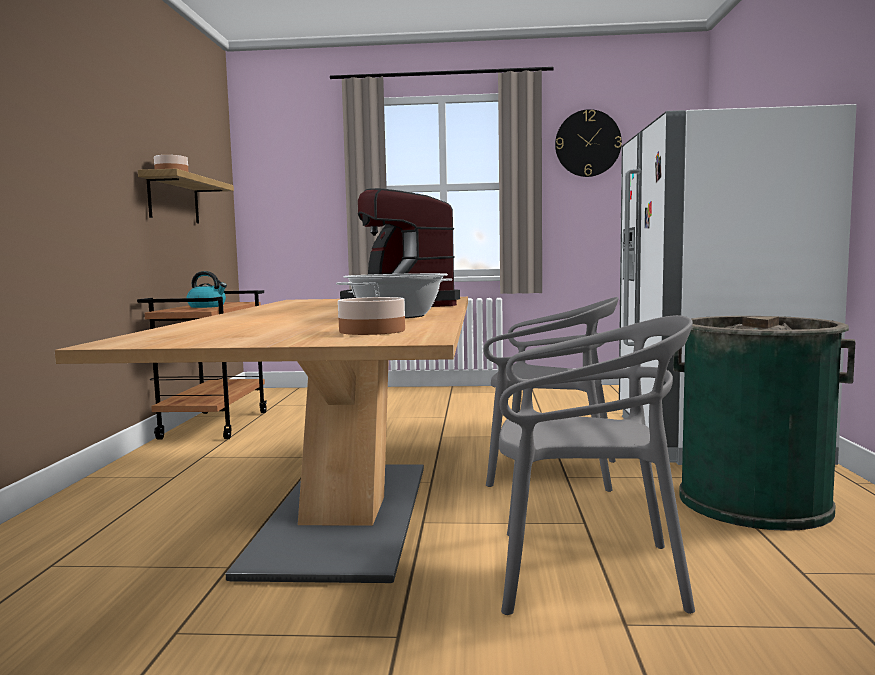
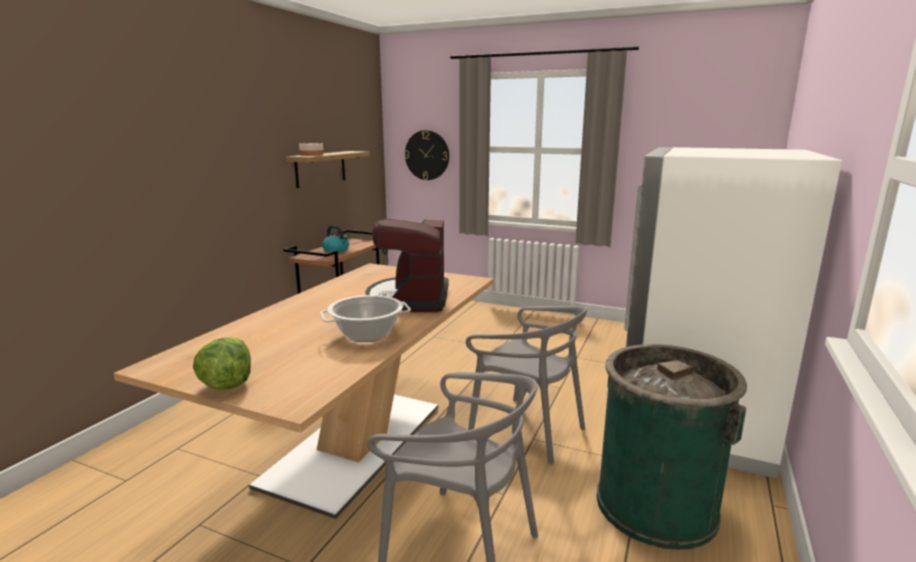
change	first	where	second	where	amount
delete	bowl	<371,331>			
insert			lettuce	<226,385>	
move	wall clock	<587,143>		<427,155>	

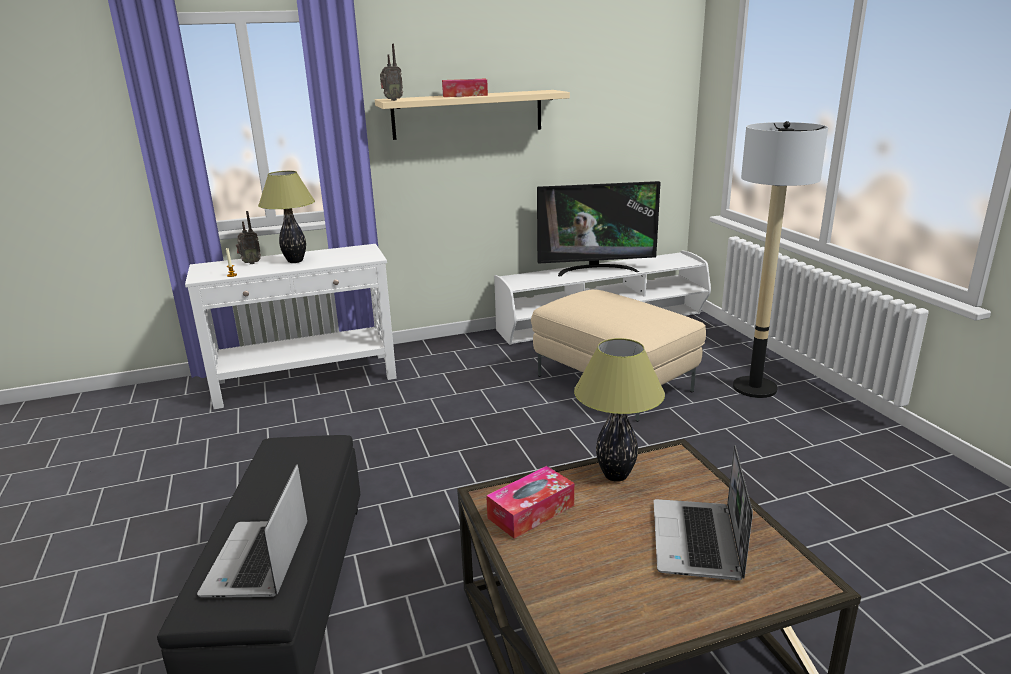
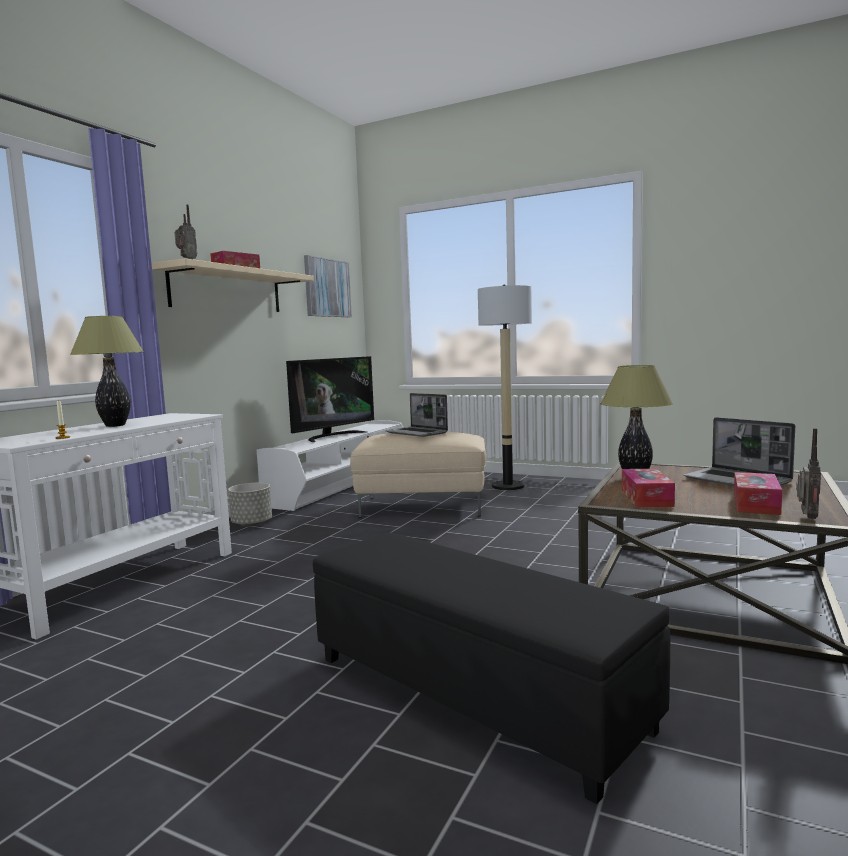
change	first	where	second	where	amount
insert			grey planter	<251,524>	
insert			picture	<327,288>	
insert			tissue box	<756,504>	
move	laptop	<259,561>		<417,433>	
move	radio	<250,263>		<806,518>	

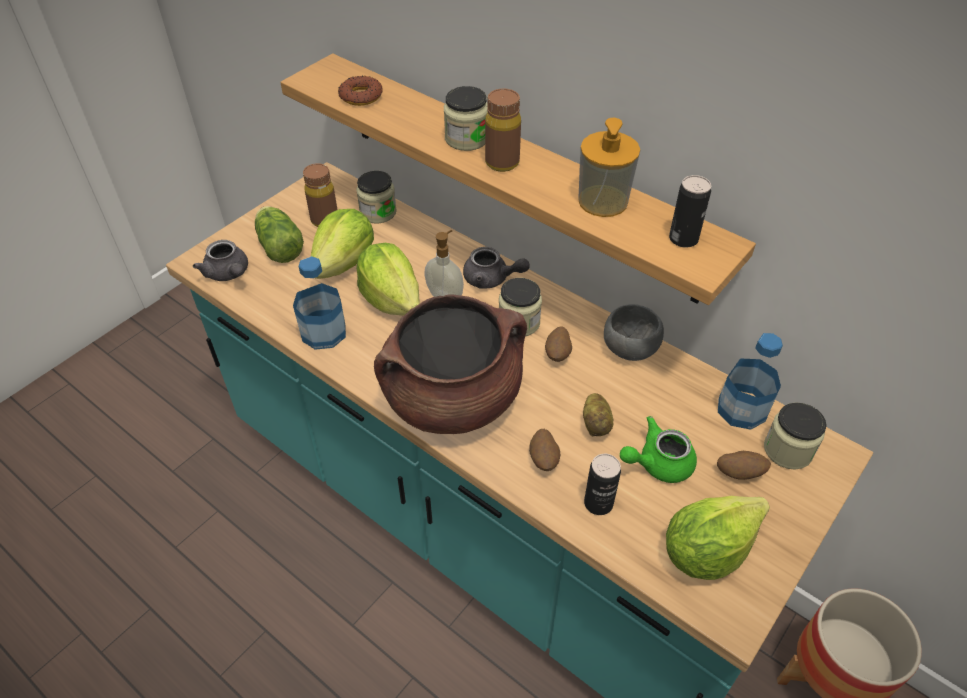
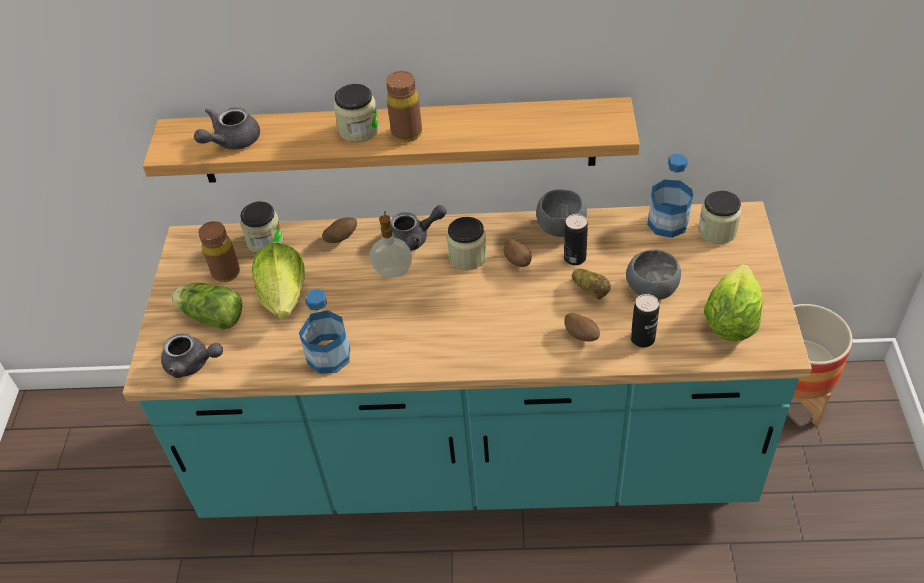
change	first	where	second	where	amount
delete	lettuce	<391,299>			
delete	brown cooking pot	<452,398>			
delete	soap dispenser	<603,201>			
move	can	<683,239>		<574,258>	
move	potato	<739,473>		<341,238>	
replace	donut	<361,96>	grey teapot	<231,141>	
replace	green teapot	<657,463>	grey bowl	<652,290>	

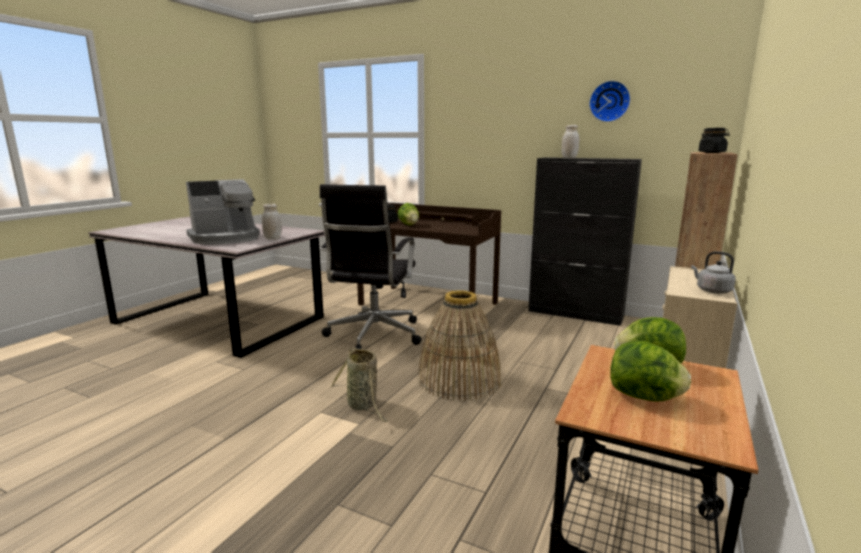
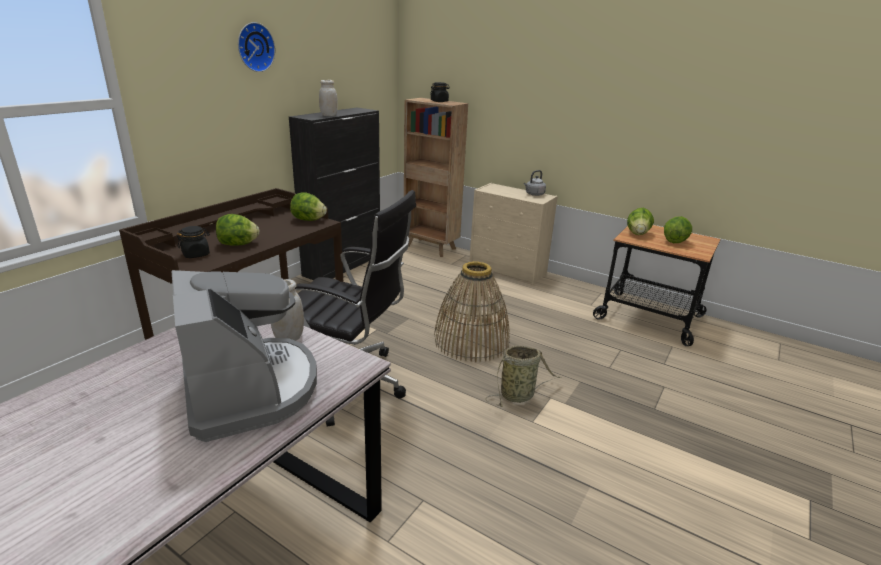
change	first	where	second	where	amount
insert			lettuce	<308,220>	
move	wall clock	<610,101>		<254,47>	

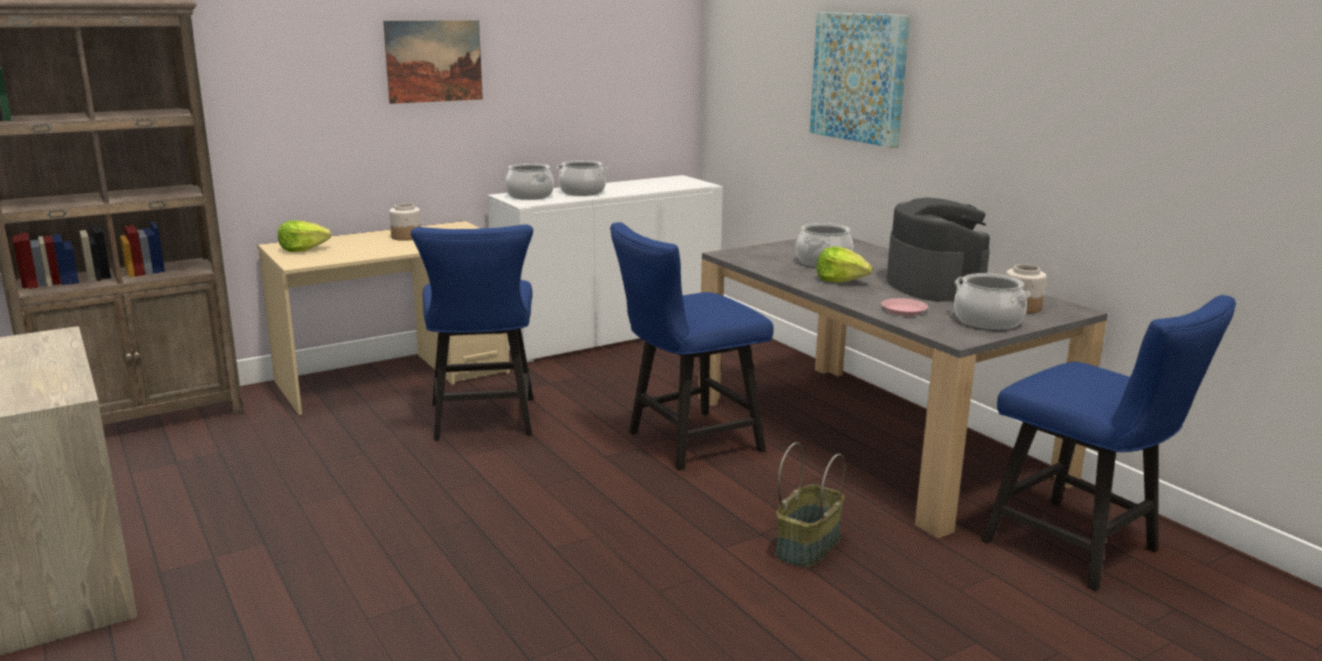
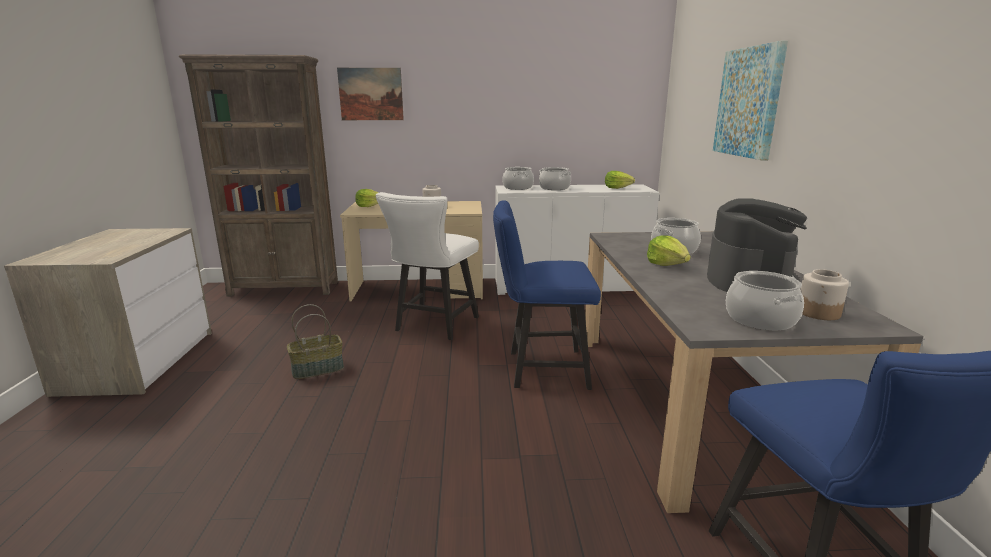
change	first	where	second	where	amount
delete	pink plate	<903,310>			
insert			lettuce	<617,188>	
move	picture	<434,61>		<371,94>	
move	basket	<807,546>		<318,369>	
recolor	blue chair	<483,422>	white chair	<433,326>	

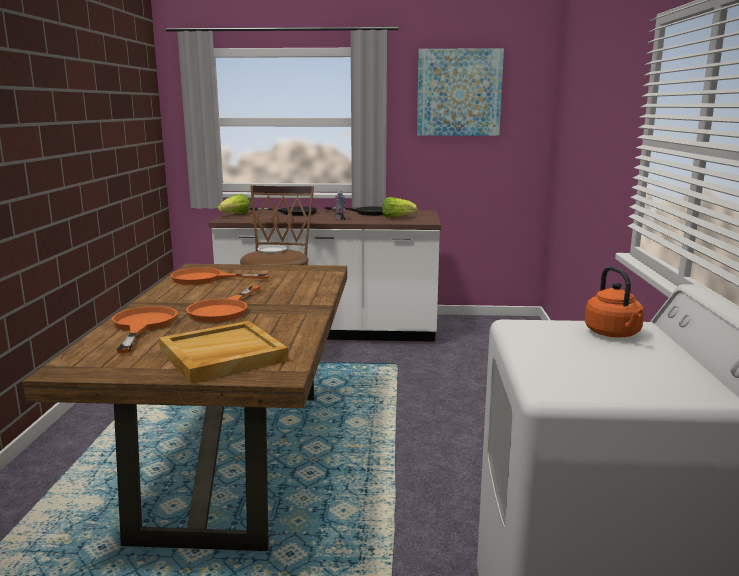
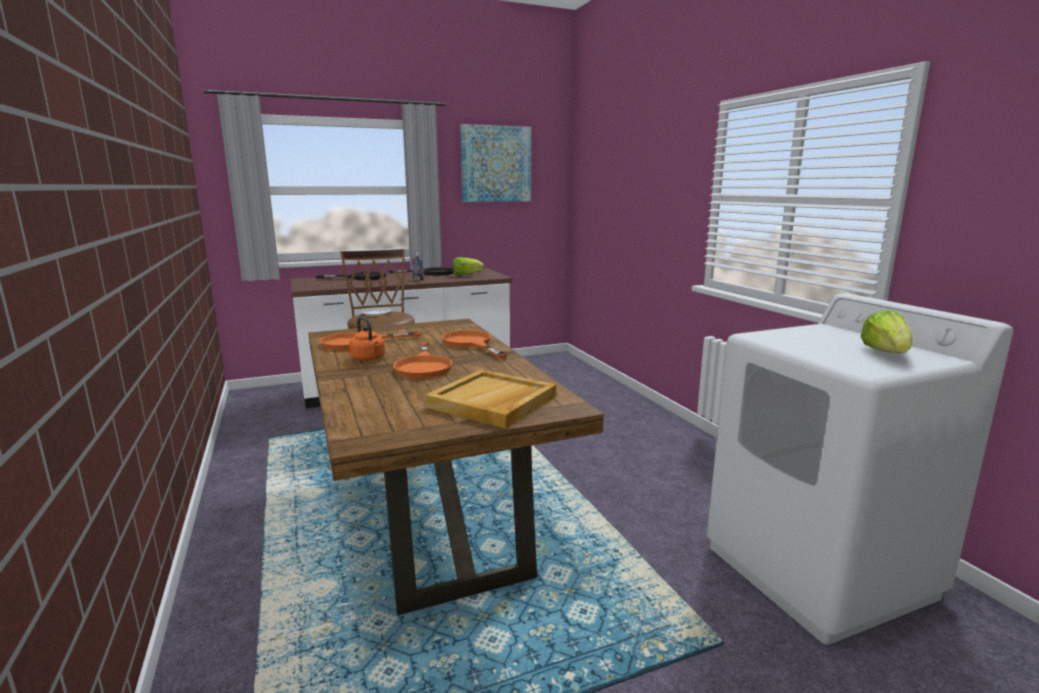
change	first	where	second	where	amount
move	orange frying pan	<142,326>		<470,344>	
move	lettuce	<235,214>		<885,353>	
move	orange kettle	<614,334>		<369,359>	

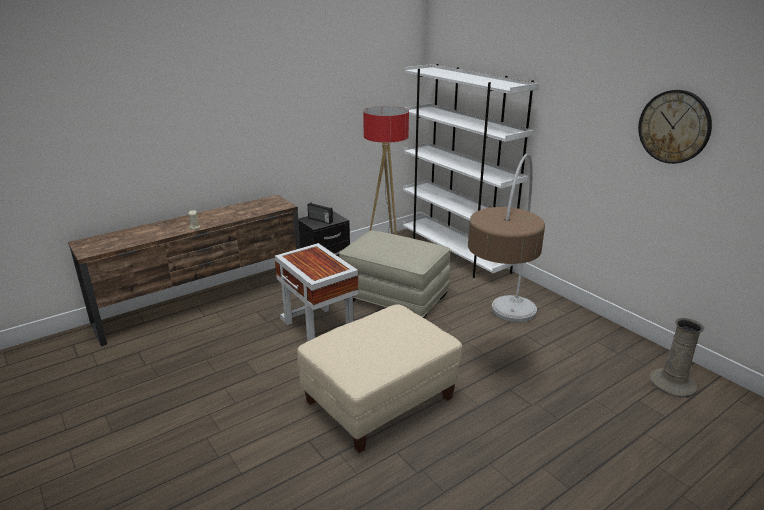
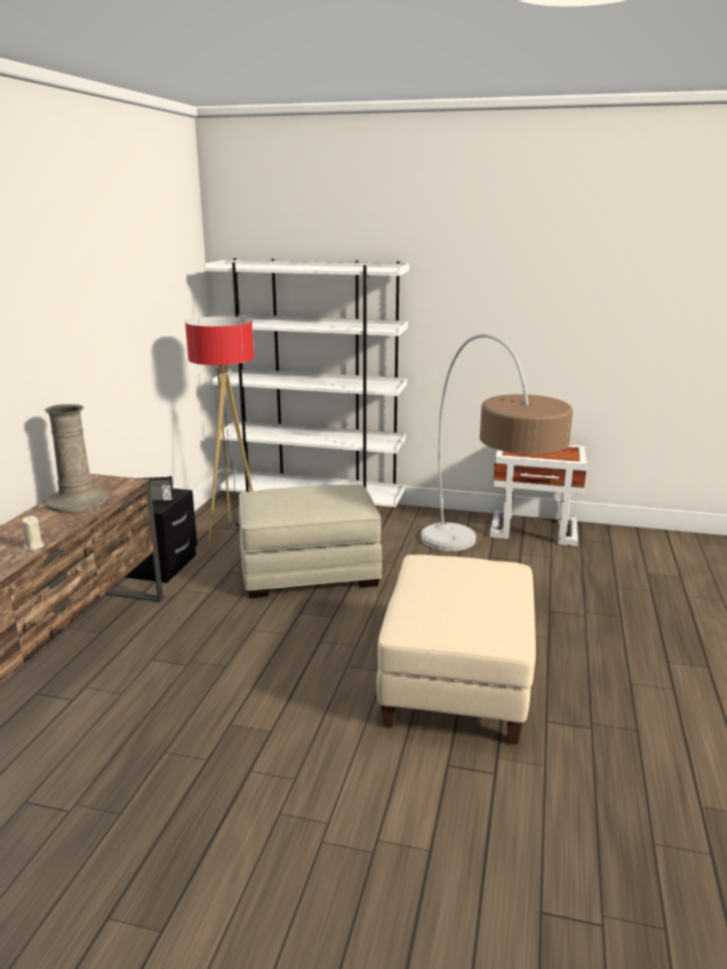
change	first	where	second	where	amount
delete	wall clock	<674,127>			
move	white side table	<319,327>		<535,530>	
move	beige vase	<672,384>		<77,501>	

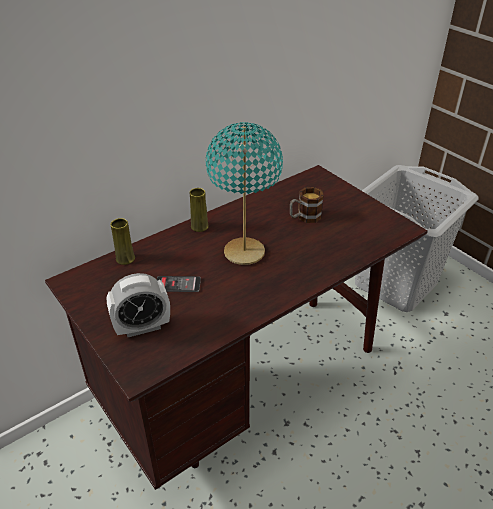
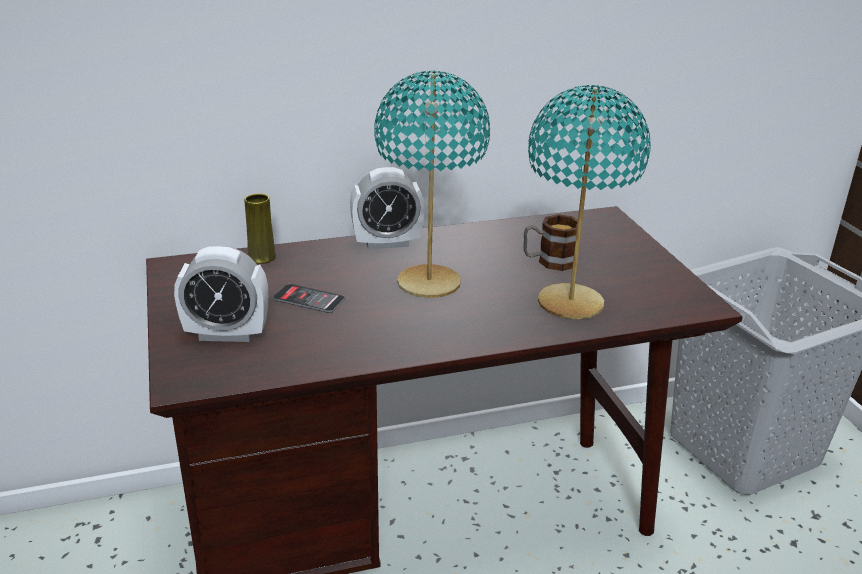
change	first	where	second	where	amount
insert			turquoise table lamp	<571,303>	
replace	yellow vase	<199,226>	alarm clock	<387,243>	

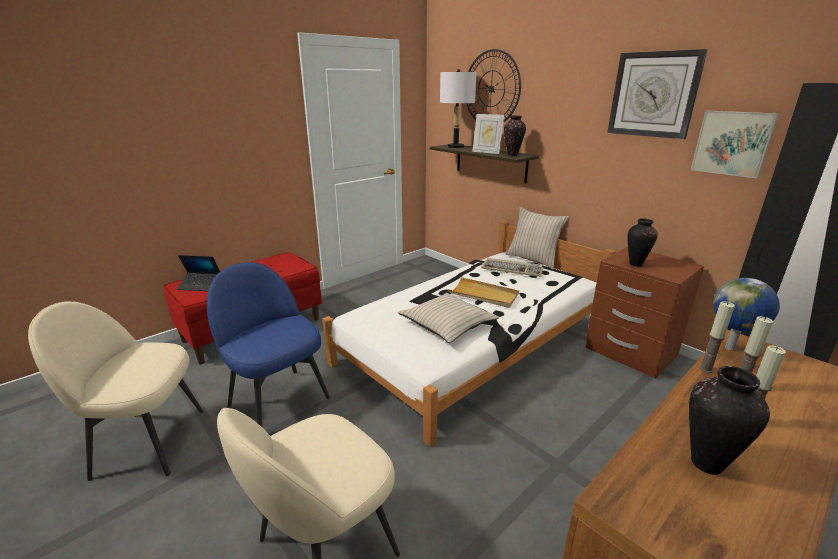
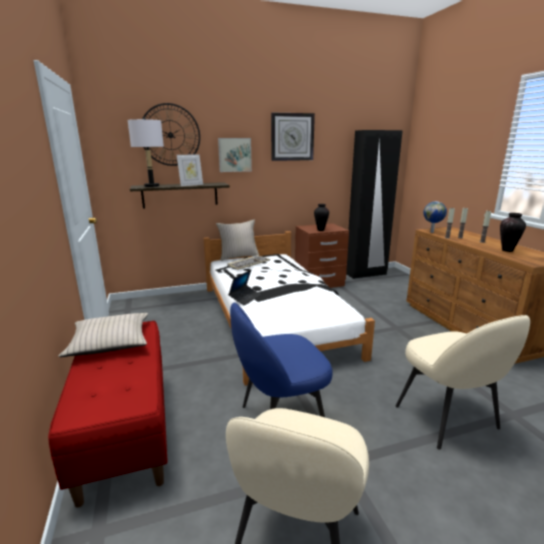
change	first	where	second	where	amount
delete	beige tray	<483,295>			
delete	vase	<513,155>			
move	laptop	<200,285>		<245,298>	
move	beige pillow	<447,324>		<110,342>	
move	picture	<732,143>		<234,155>	

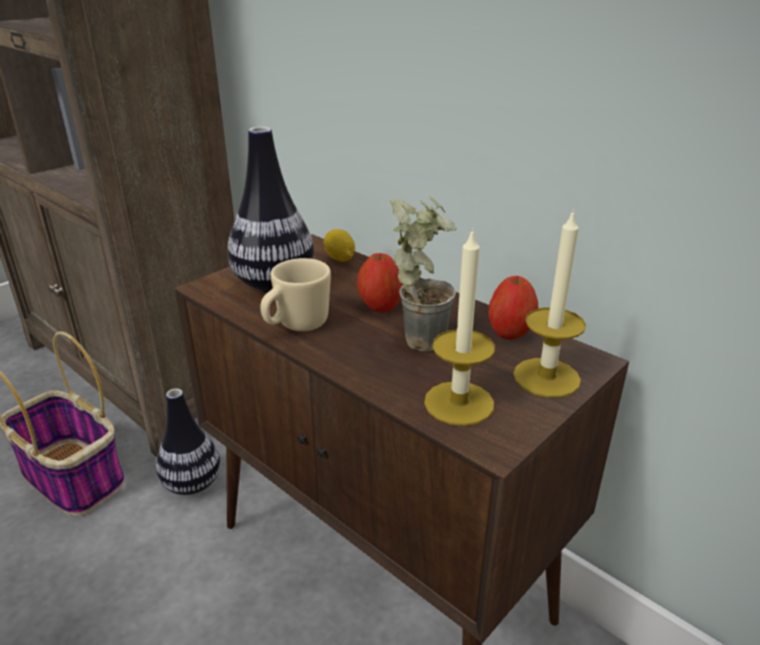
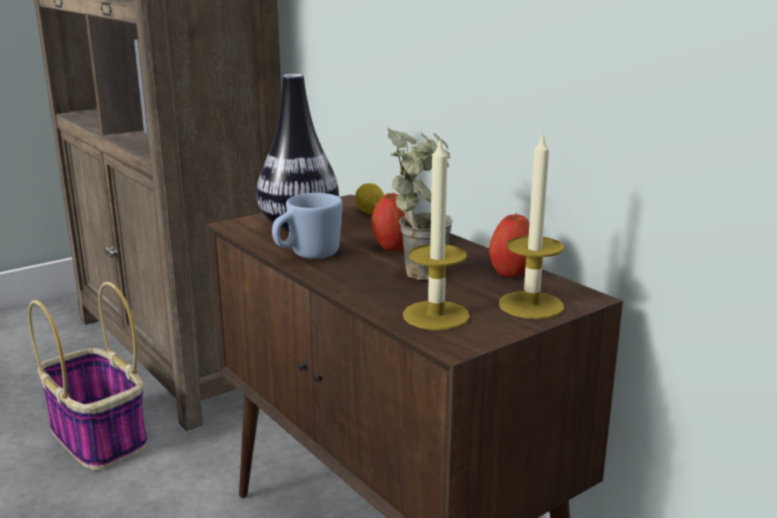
change	first	where	second	where	amount
delete	vase	<192,484>			
recolor	beige mug	<296,326>	blue mug	<307,255>	

